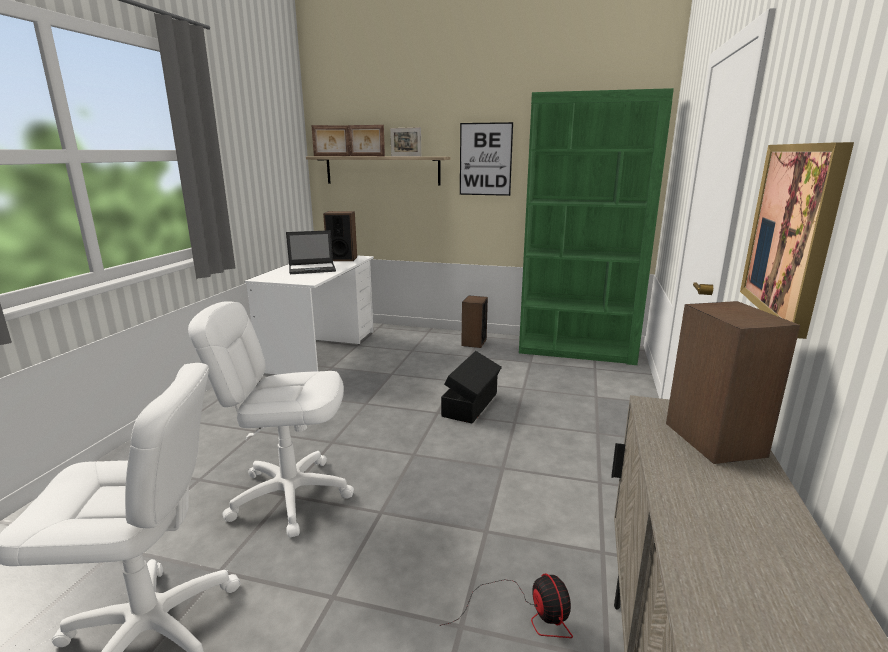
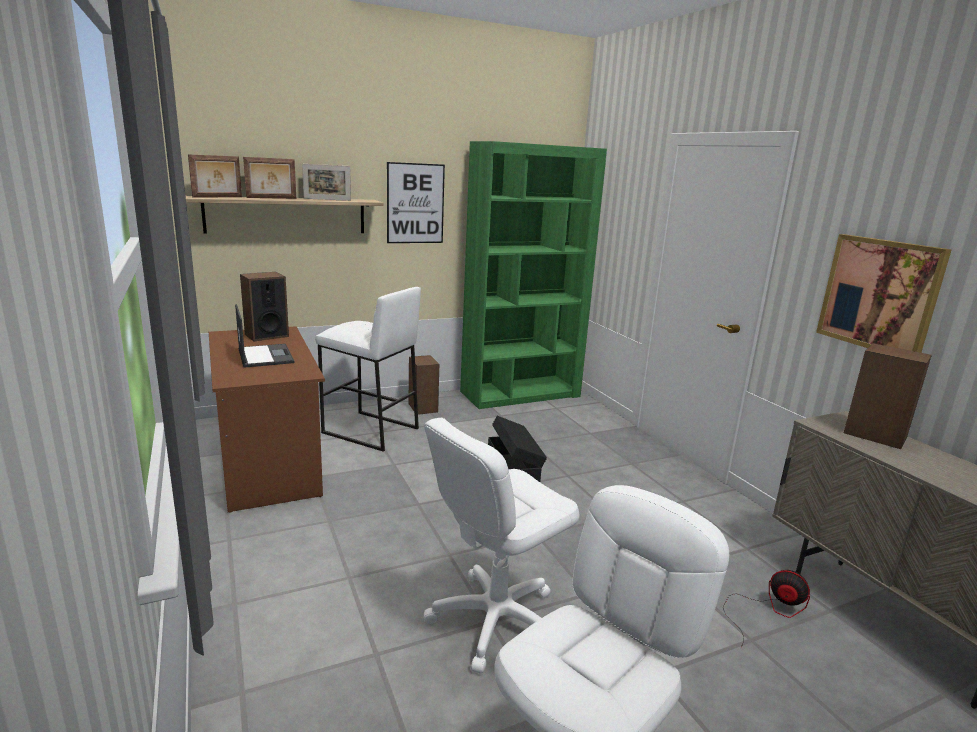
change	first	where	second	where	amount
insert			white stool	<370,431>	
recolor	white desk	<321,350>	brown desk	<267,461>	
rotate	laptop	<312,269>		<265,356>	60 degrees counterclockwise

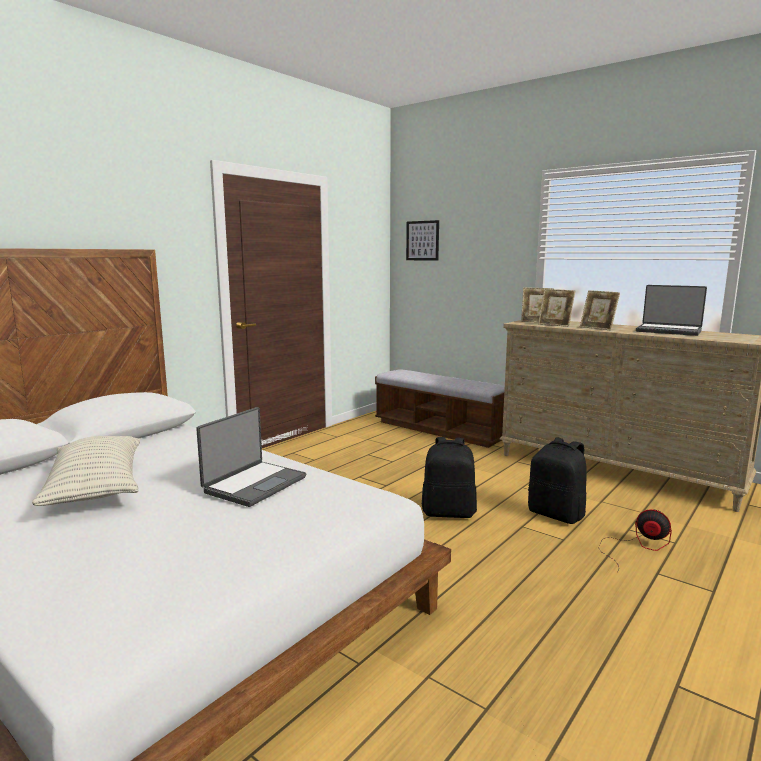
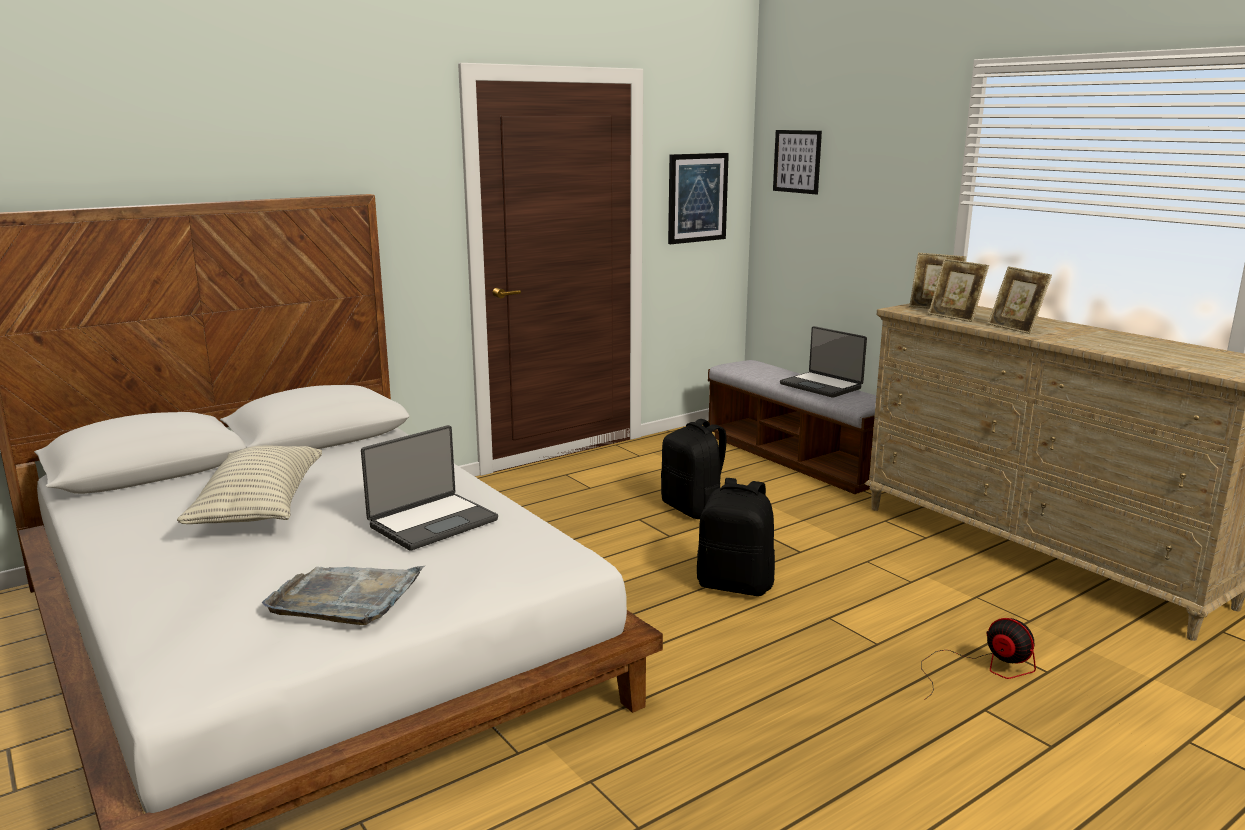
change	first	where	second	where	amount
insert			grey tray	<346,597>	
insert			picture	<697,198>	
move	black backpack	<556,514>		<694,509>	
move	laptop	<668,331>		<822,386>	

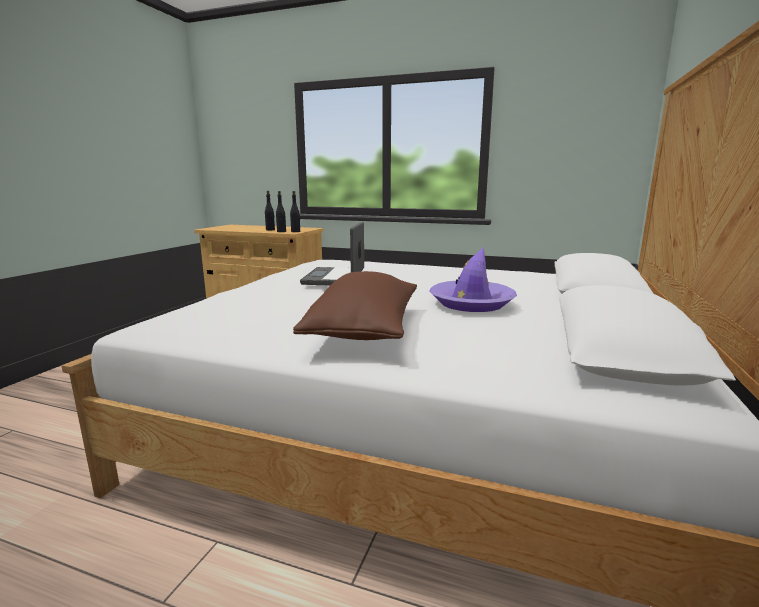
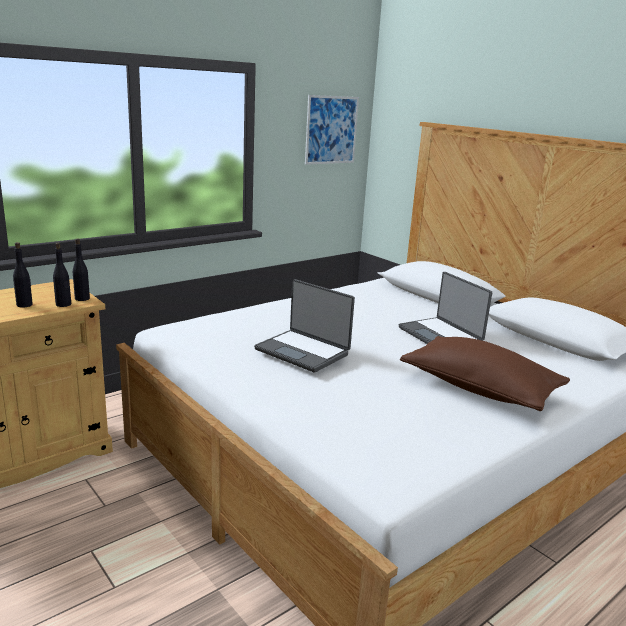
change	first	where	second	where	amount
insert			picture	<331,130>	
replace	purple hat	<471,303>	laptop	<441,336>	

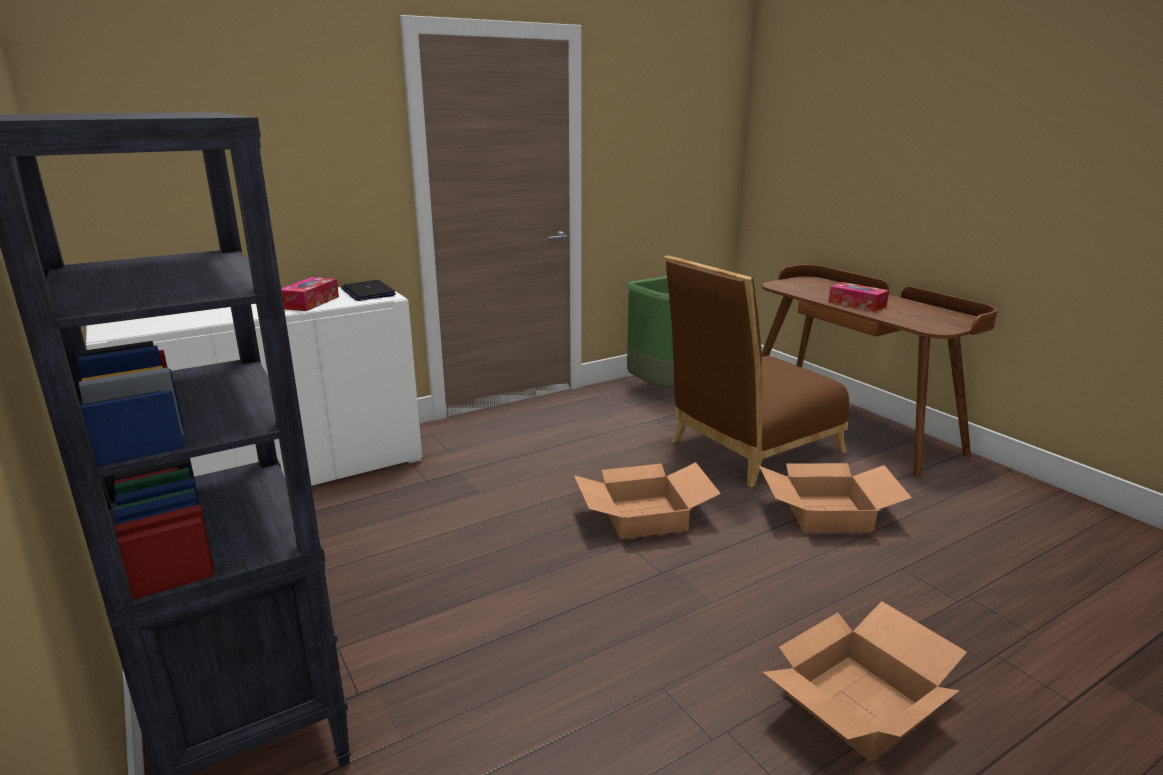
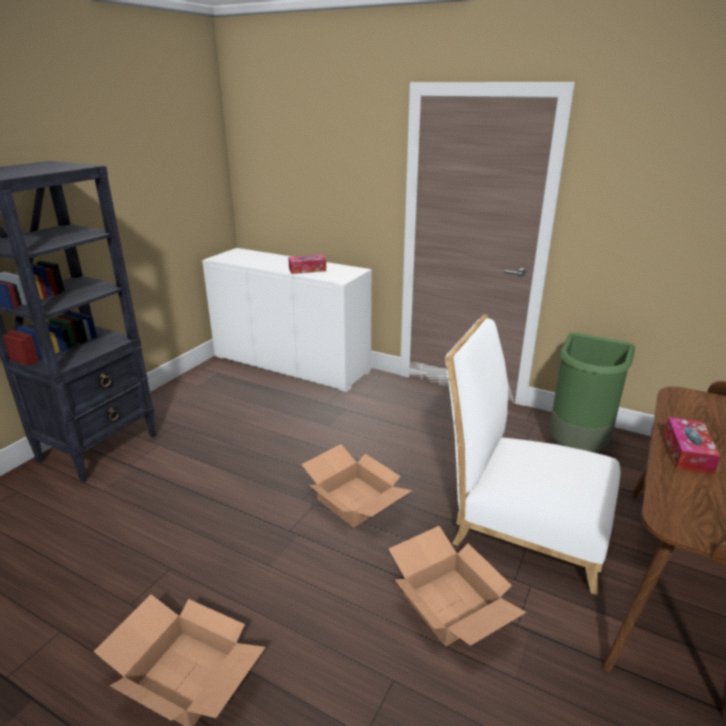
change	first	where	second	where	amount
delete	laptop	<368,292>			
recolor	brown chair	<748,449>	white chair	<522,524>	

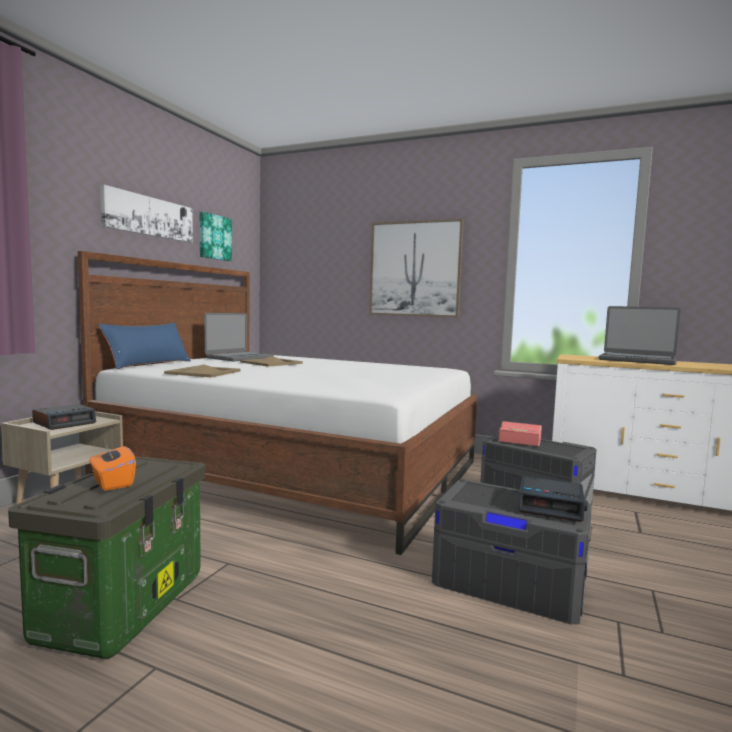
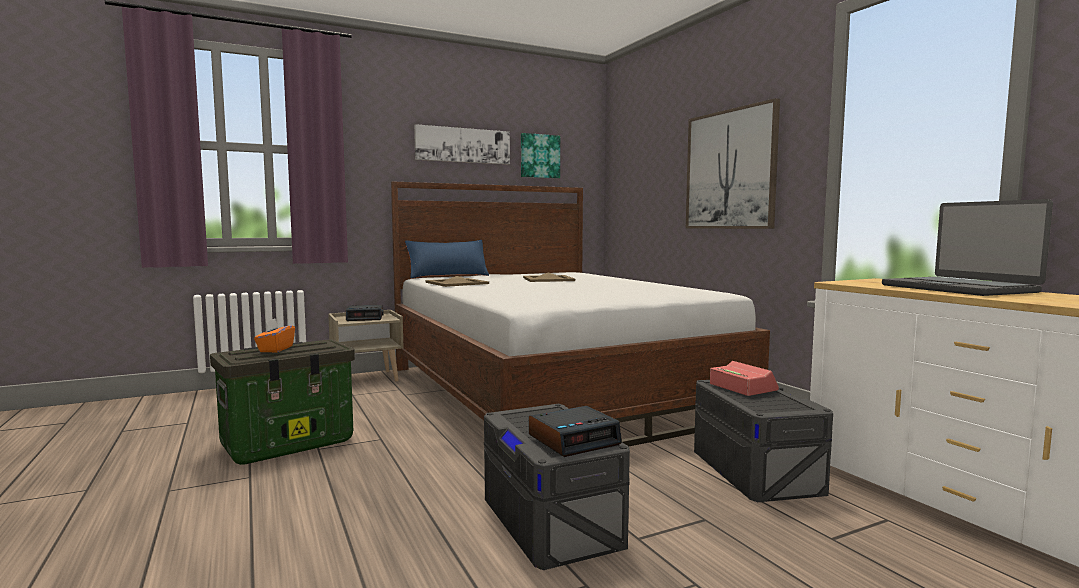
change	first	where	second	where	amount
delete	laptop	<239,358>			
rotate	alarm clock	<551,506>		<574,440>	90 degrees counterclockwise

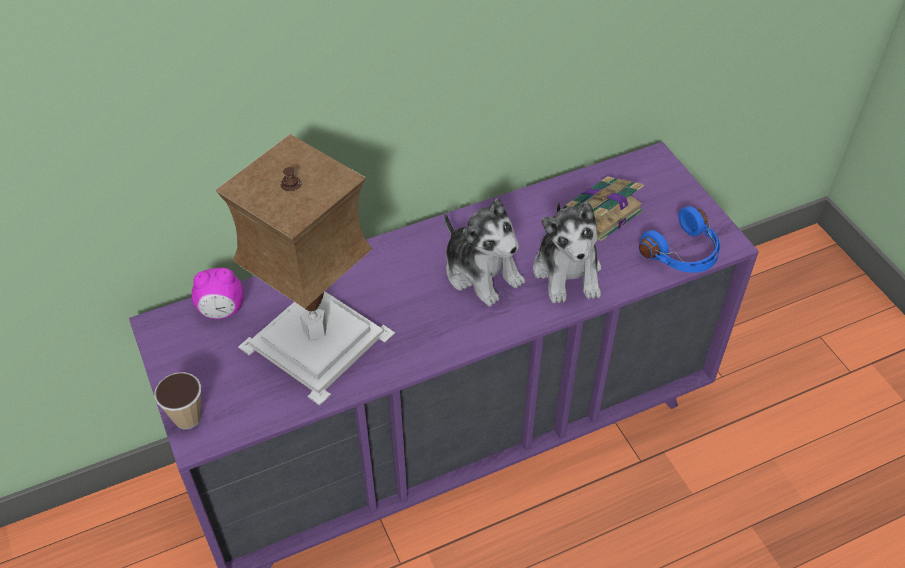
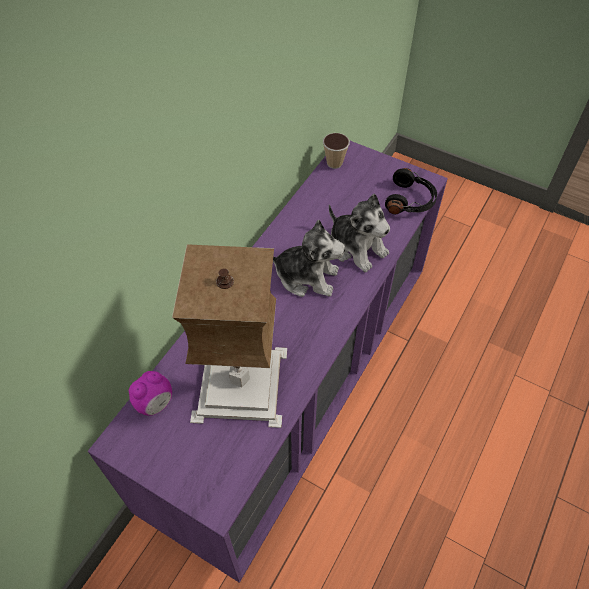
change	first	where	second	where	amount
delete	book	<601,213>			
move	cup	<187,418>		<334,163>	
recolor	blue headphones	<683,254>	black headphones	<410,201>	

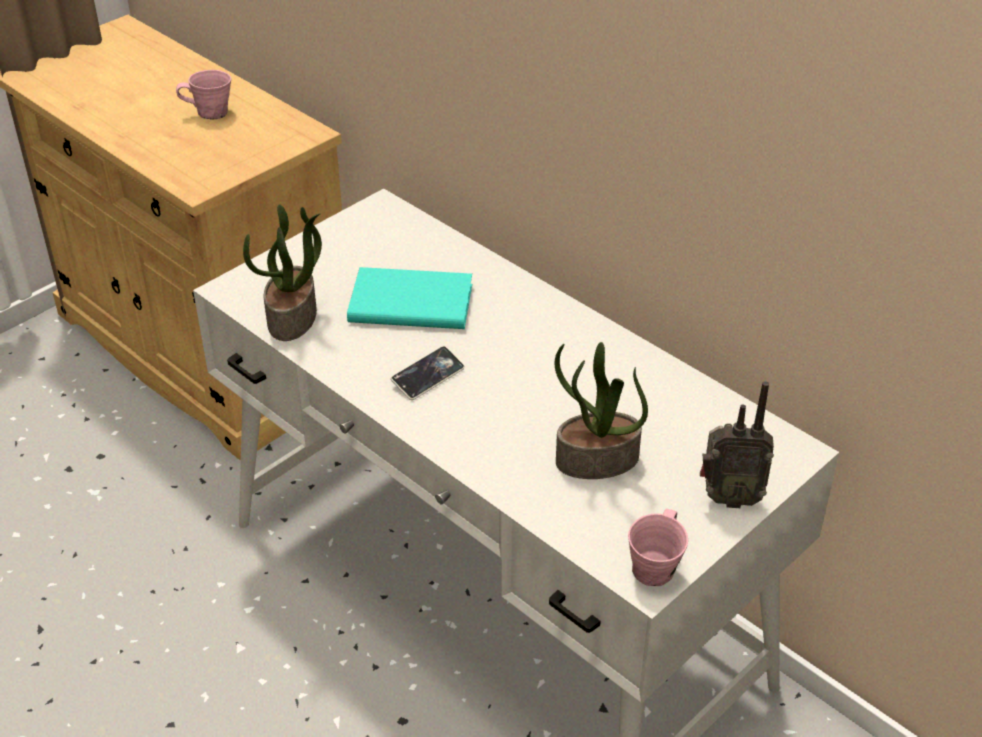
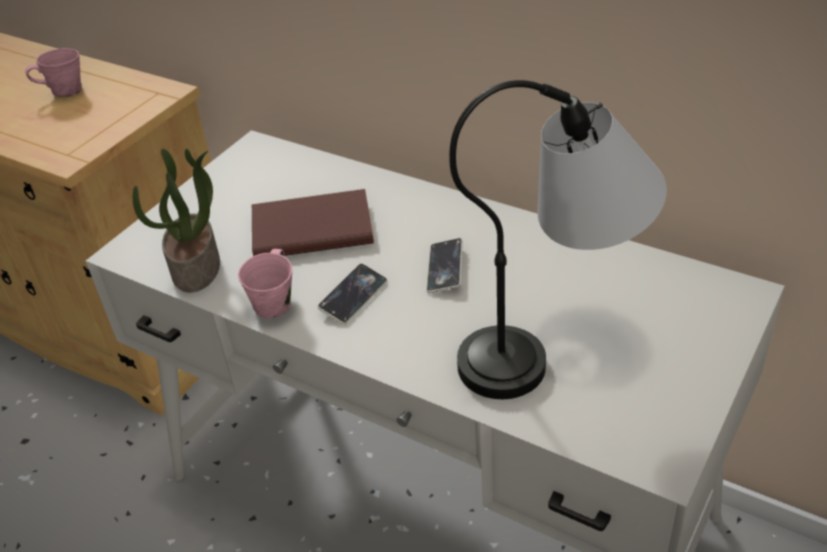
change	first	where	second	where	amount
delete	radio	<729,497>			
insert			phone	<445,269>	
move	pink mug	<655,569>		<274,304>	
replace	potted plant	<596,461>	table lamp	<556,347>	
recolor	turquoise book	<409,301>	brown book	<310,228>	

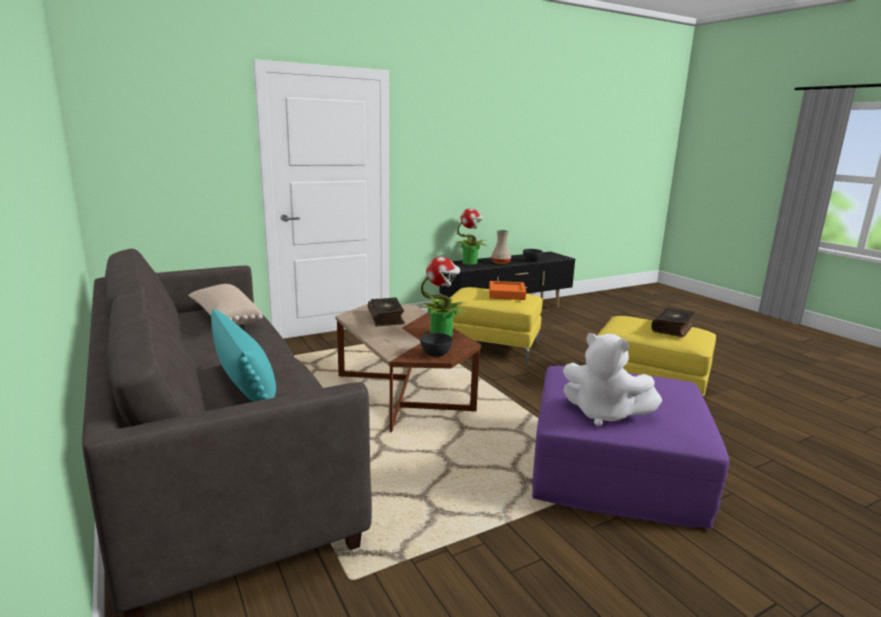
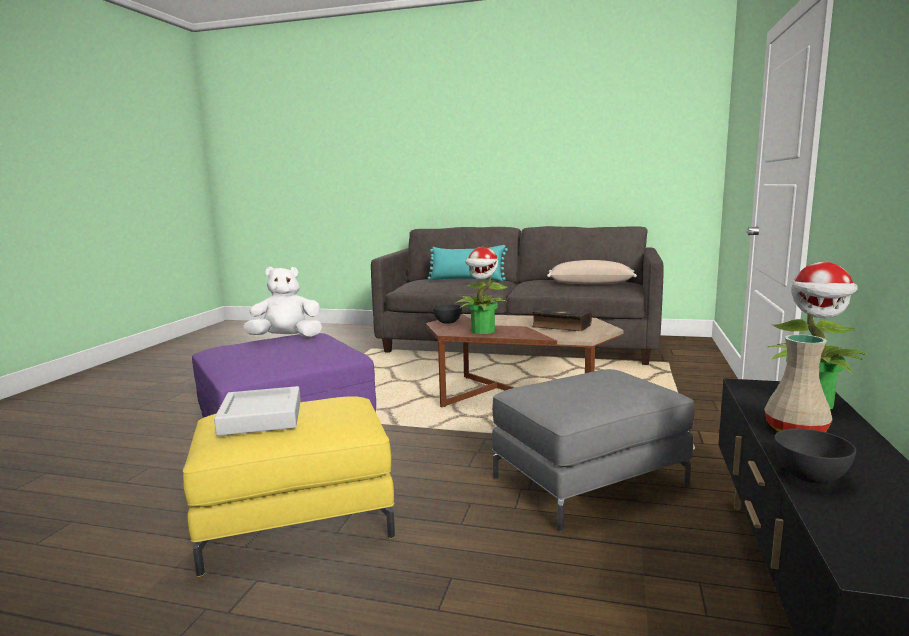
change	first	where	second	where	amount
delete	orange tray	<506,294>			
replace	book	<673,328>	grey tray	<261,418>	
recolor	yellow ottoman	<491,346>	grey ottoman	<589,481>	

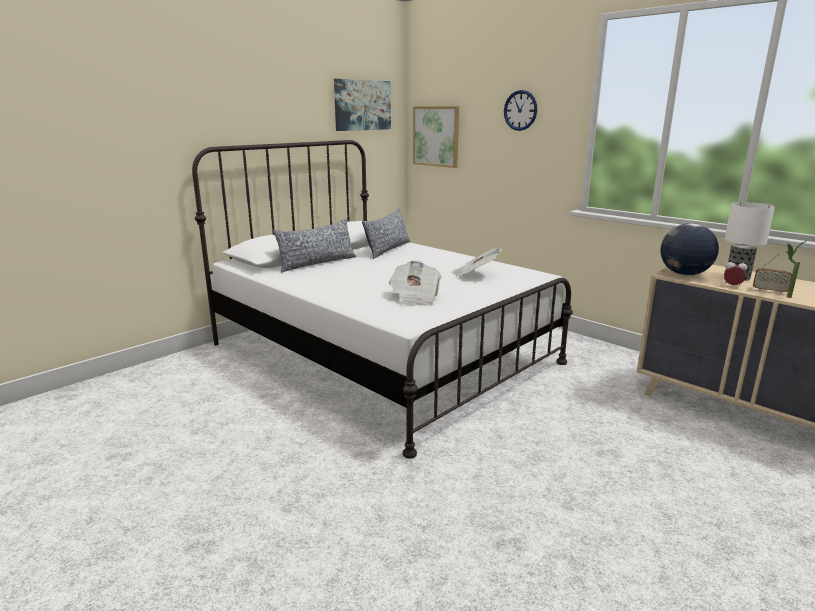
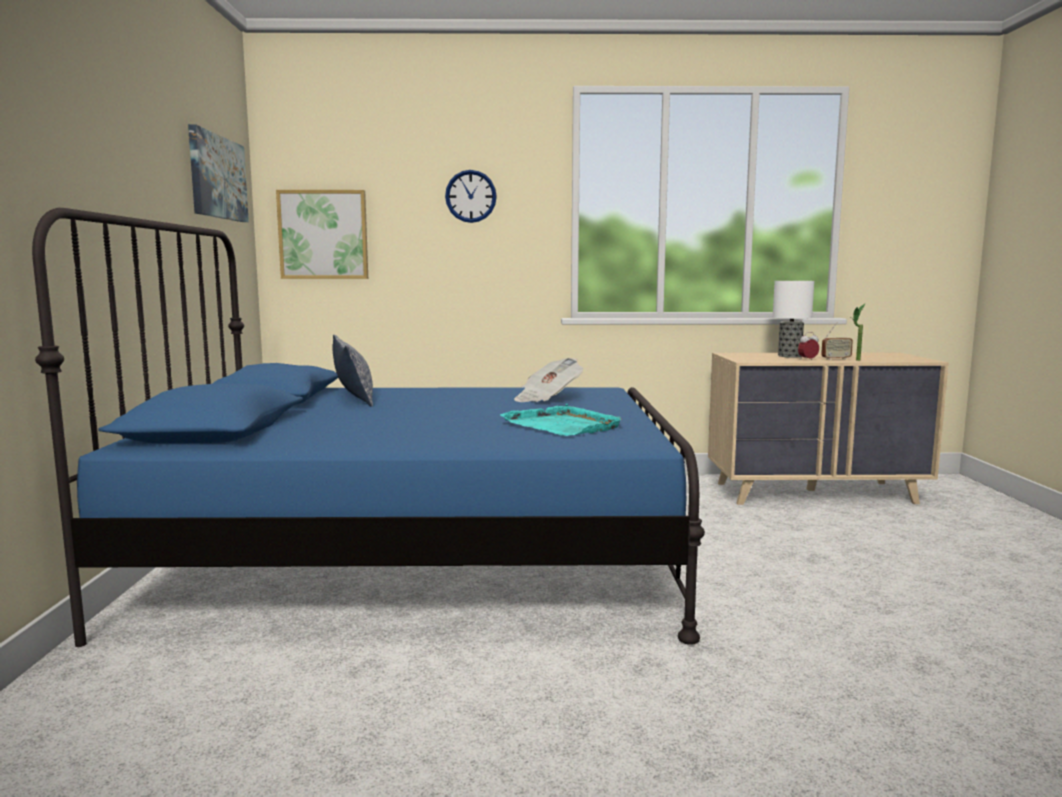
change	first	where	second	where	amount
delete	pillow	<317,263>			
delete	globe	<684,274>			
replace	newspaper	<414,297>	turquoise tray	<562,425>	
recolor	white bed	<382,353>	blue bed	<417,557>	

